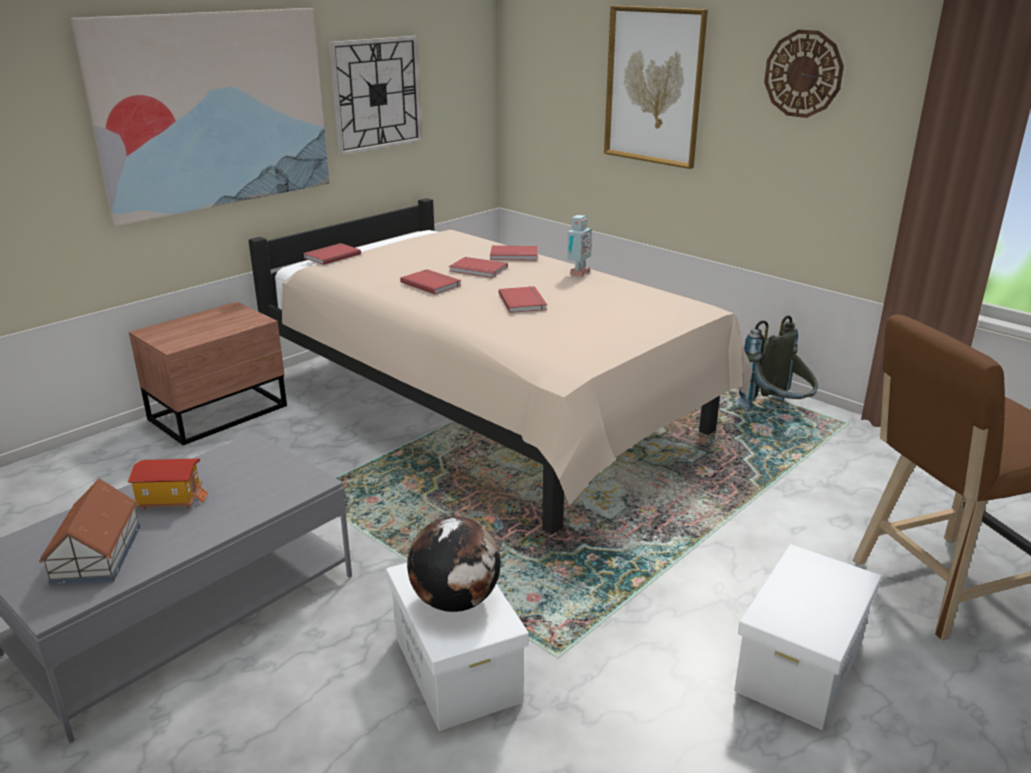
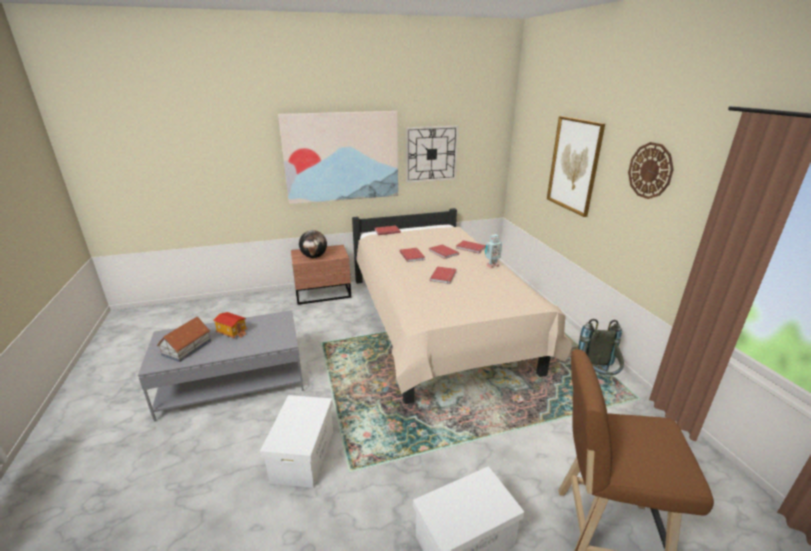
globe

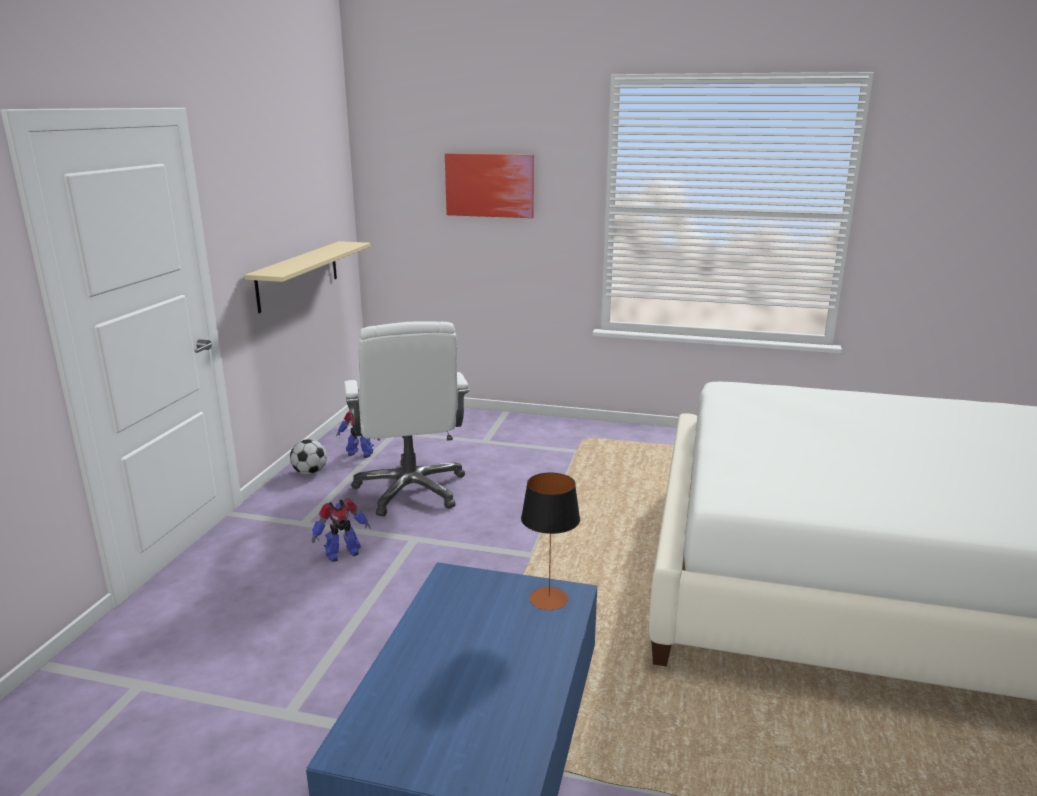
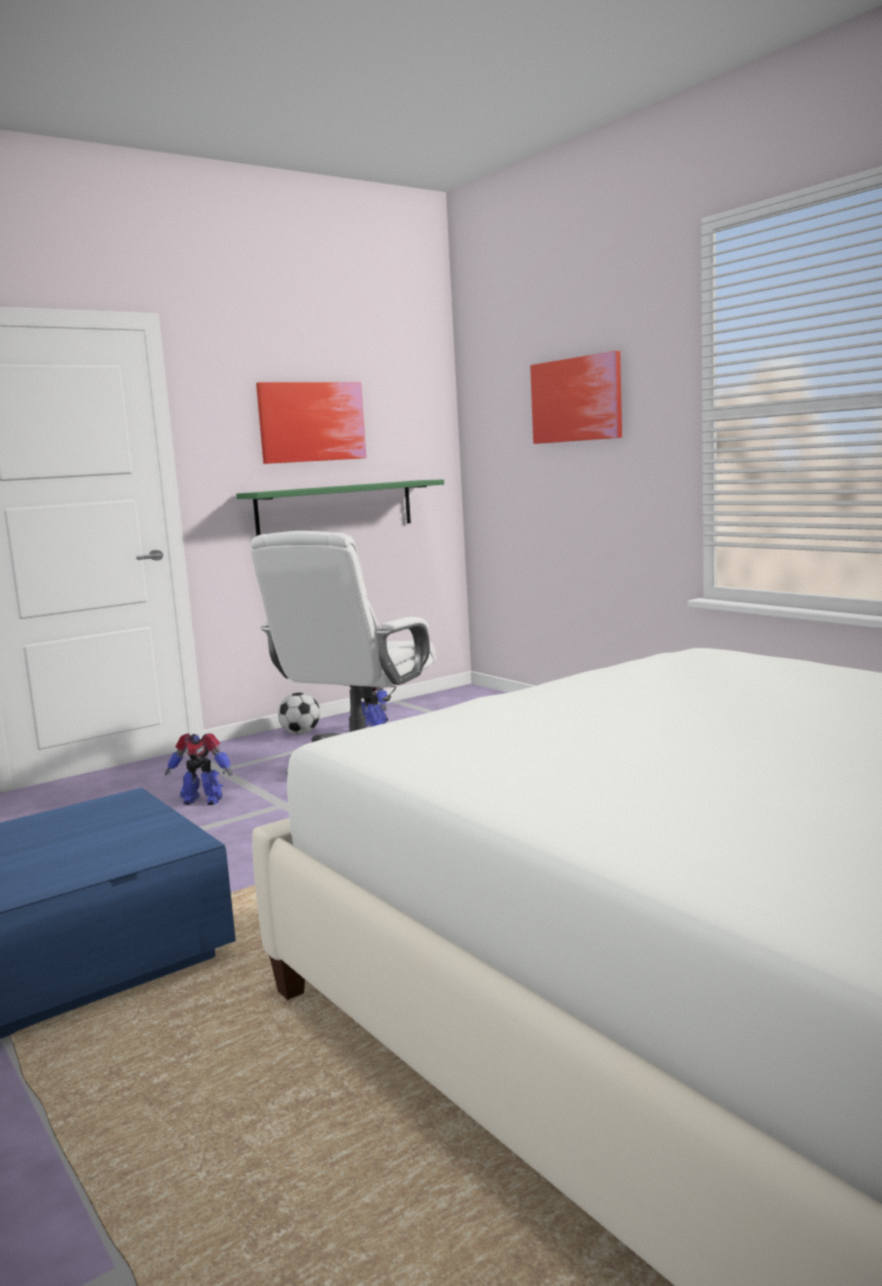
étagère (vert)
tableau (1st from left)
lampe de table

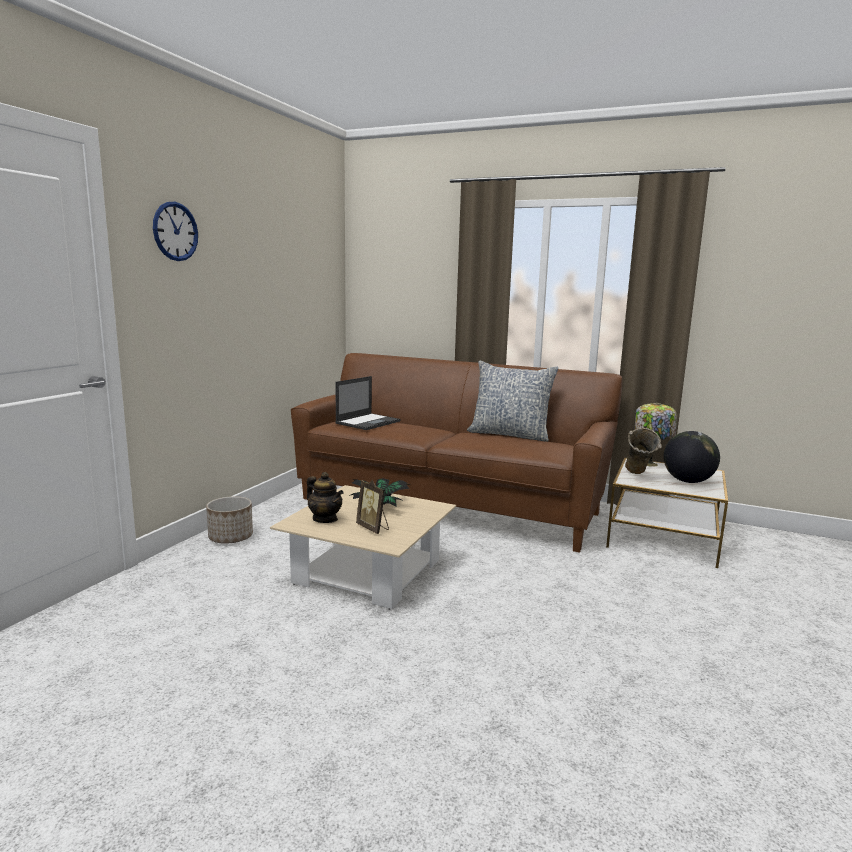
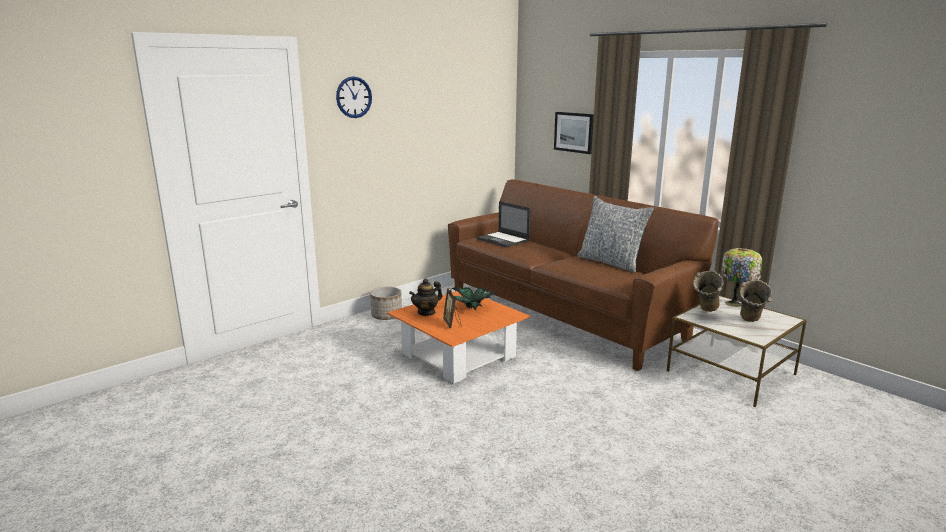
table basse (orange)
théière
ordinateur portable
tableau
vase (beige) (2nd from left)

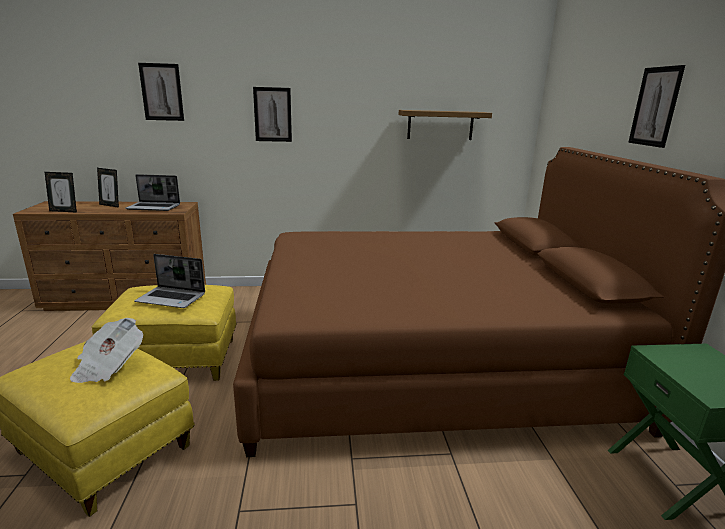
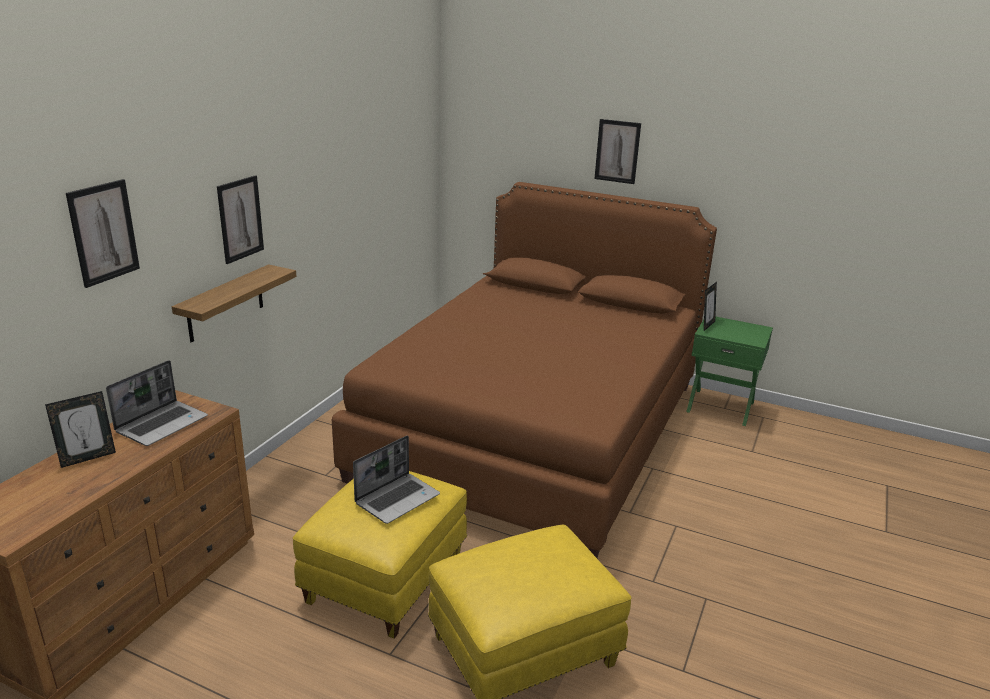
étagère
cadre photo (2nd from left)
journal

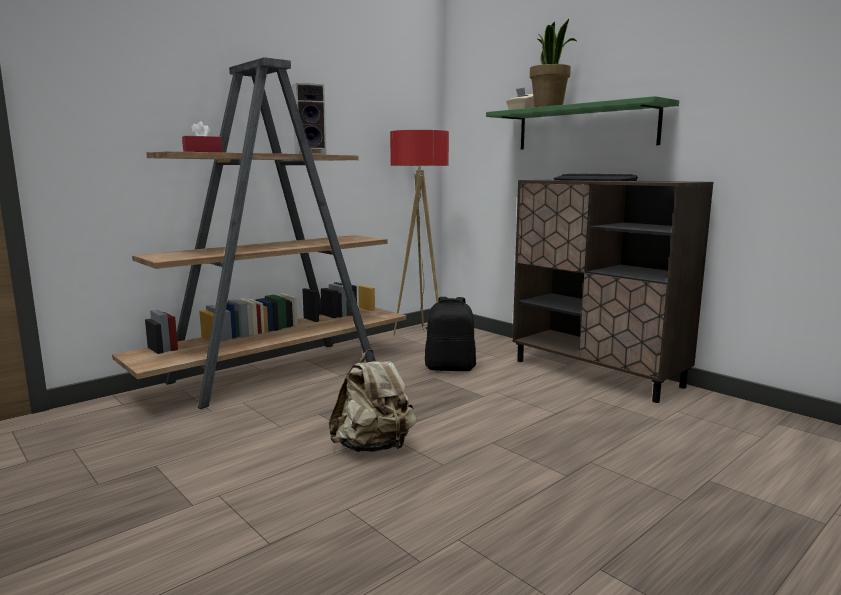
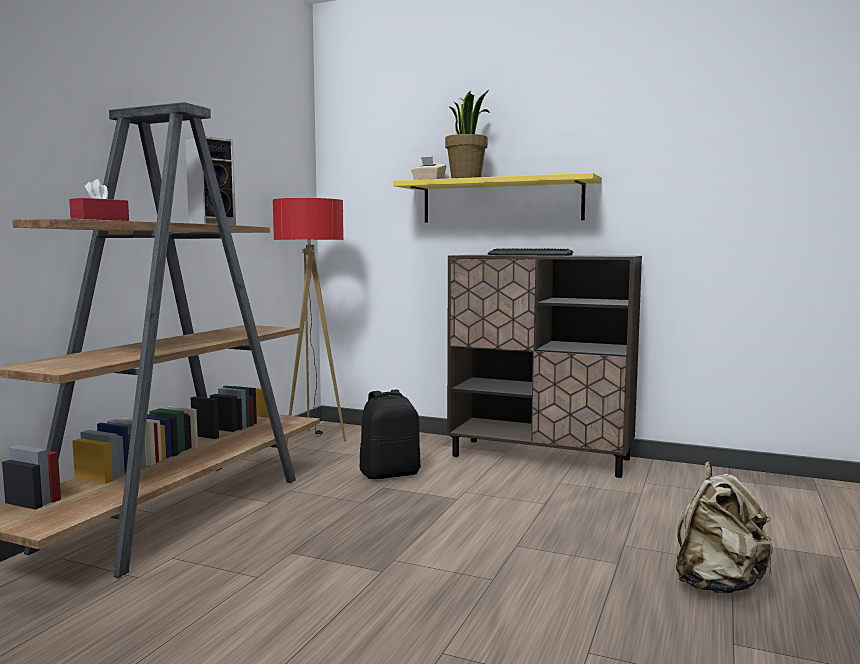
étagère (jaune)
sac à dos (beige)

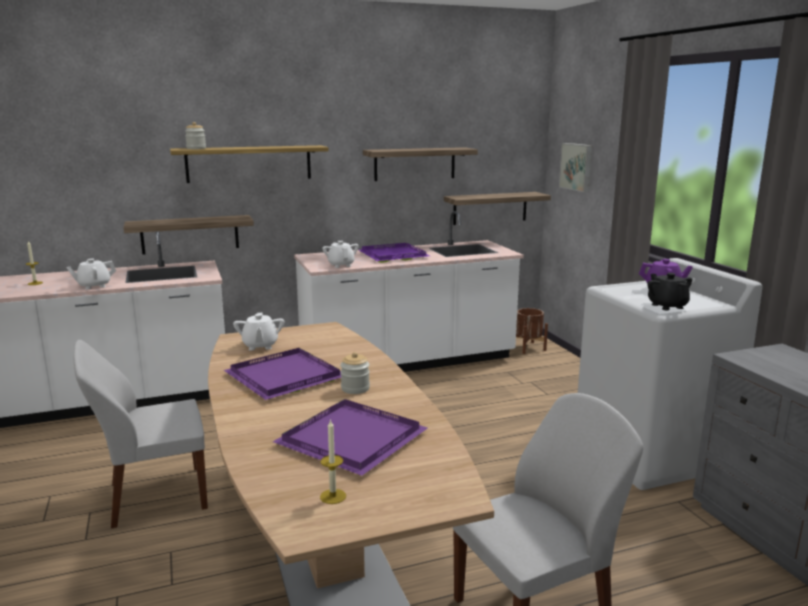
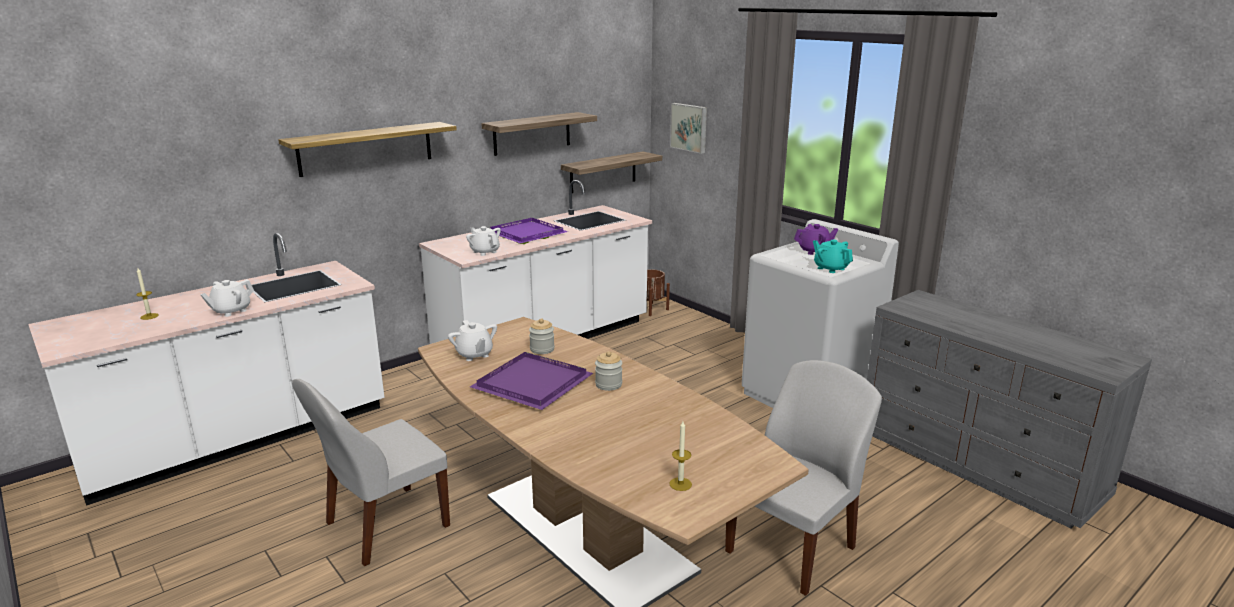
bocal (1st from left)
théière (turquoise)
étagère (1st from left in the first image)
plateau (violet) (2nd from left in the first image)

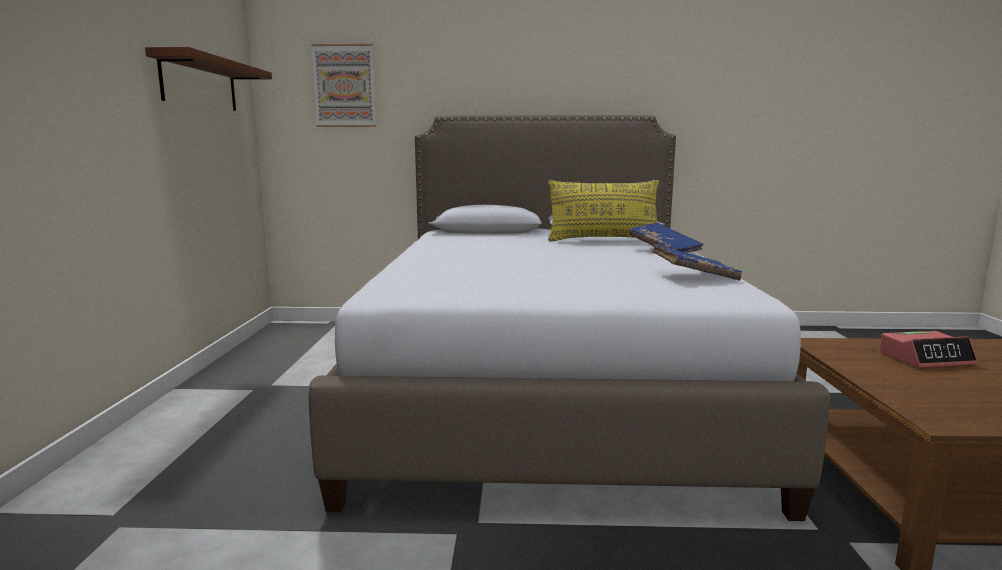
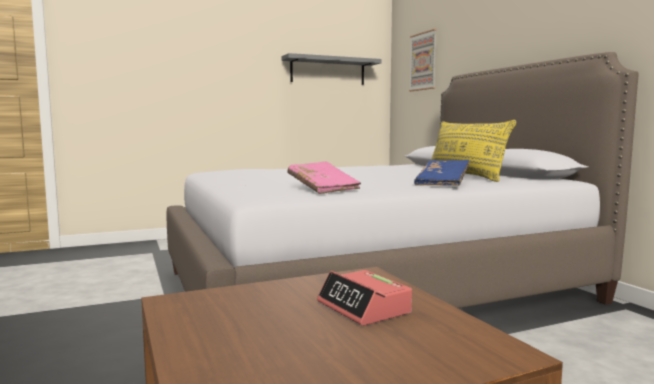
étagère (gris)
livre (rose)

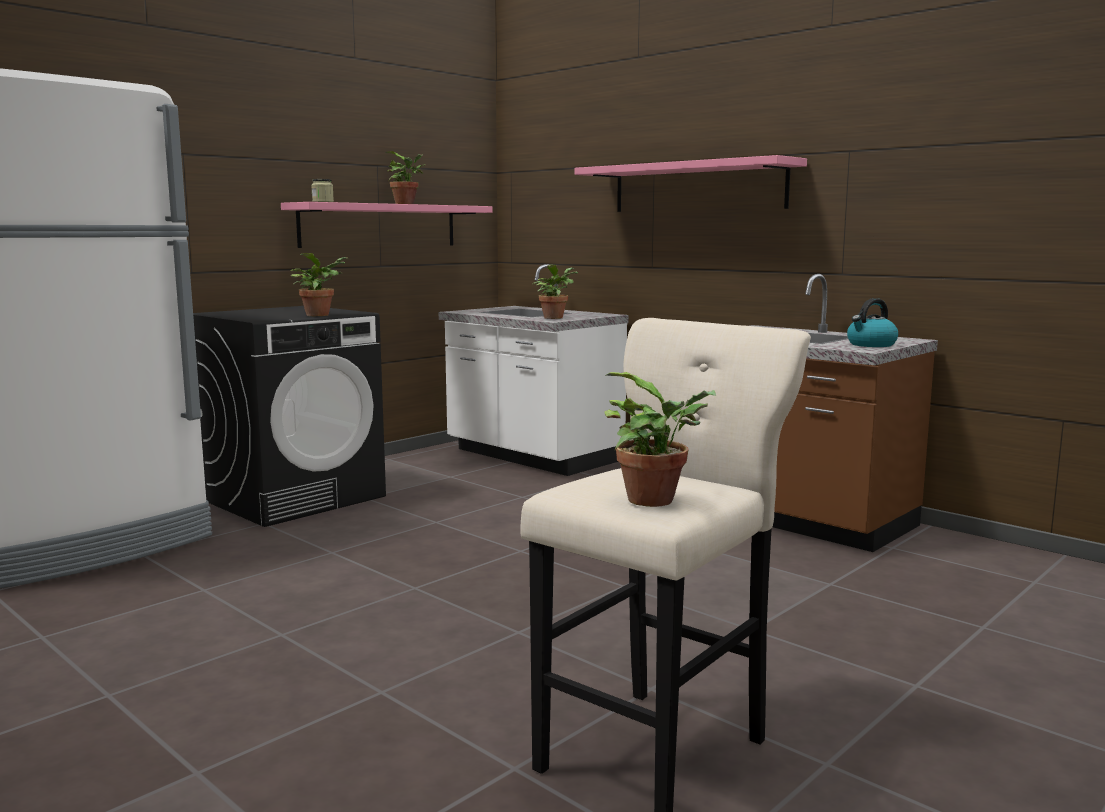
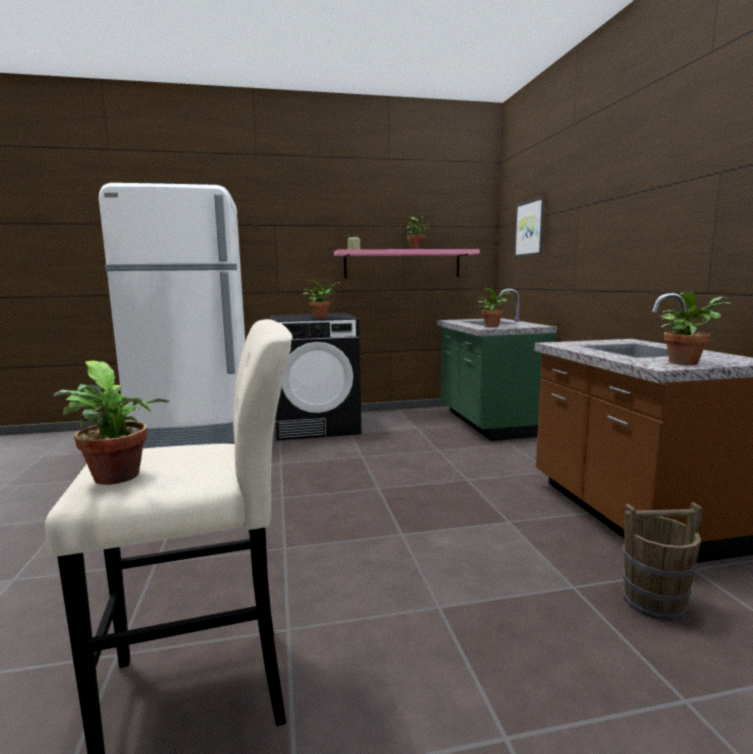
comptoir de cuisine (vert)
tableau
seau (marron)
plante en pot (5th from left)
étagère (rose) (2nd from left in the first image)

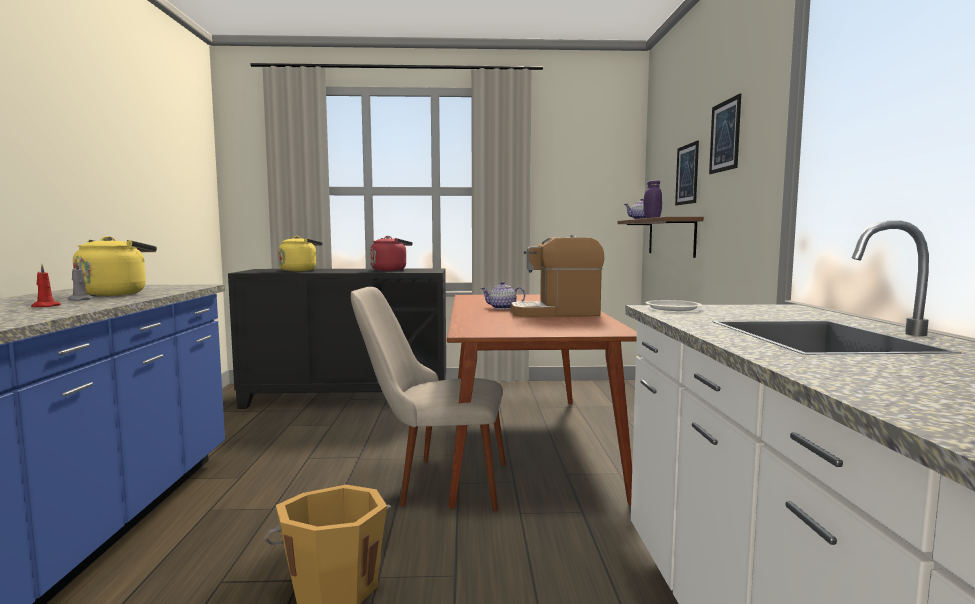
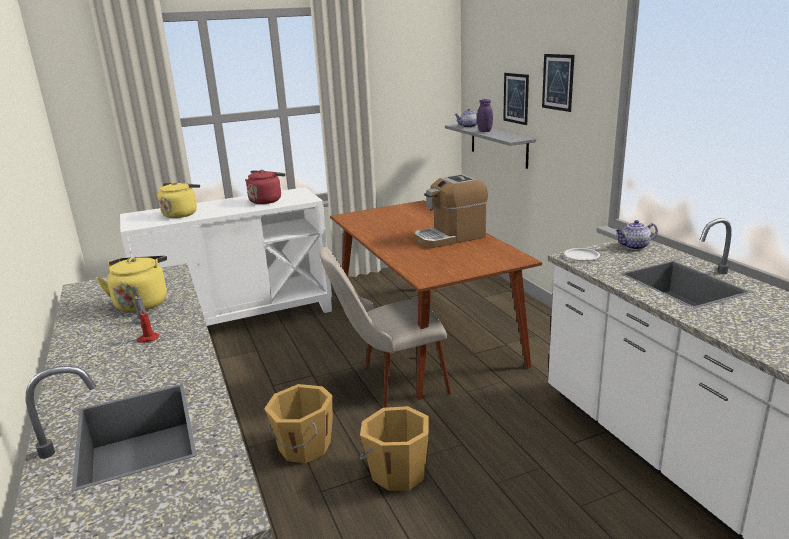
meuble de rangement (blanc)
seau (orange) (1st from left)
étagère (gris)
théière (2nd from left)

